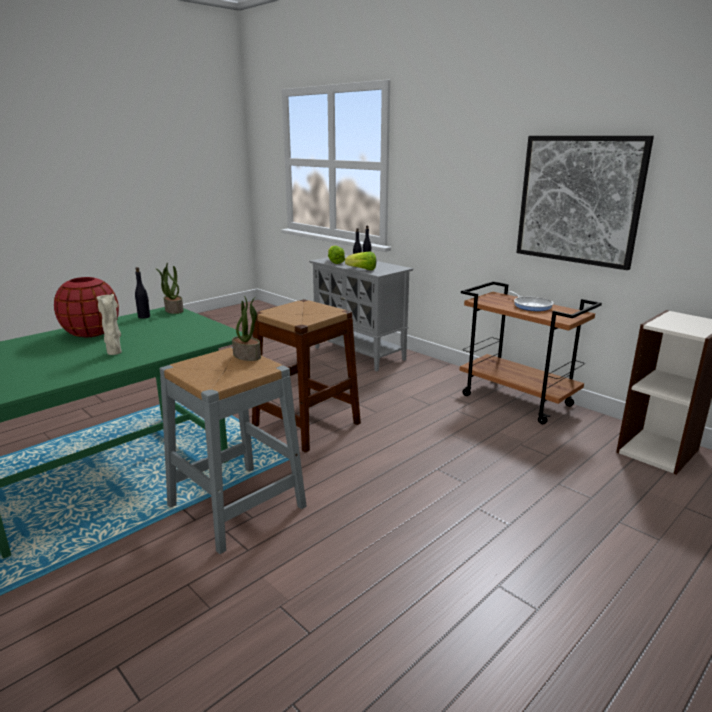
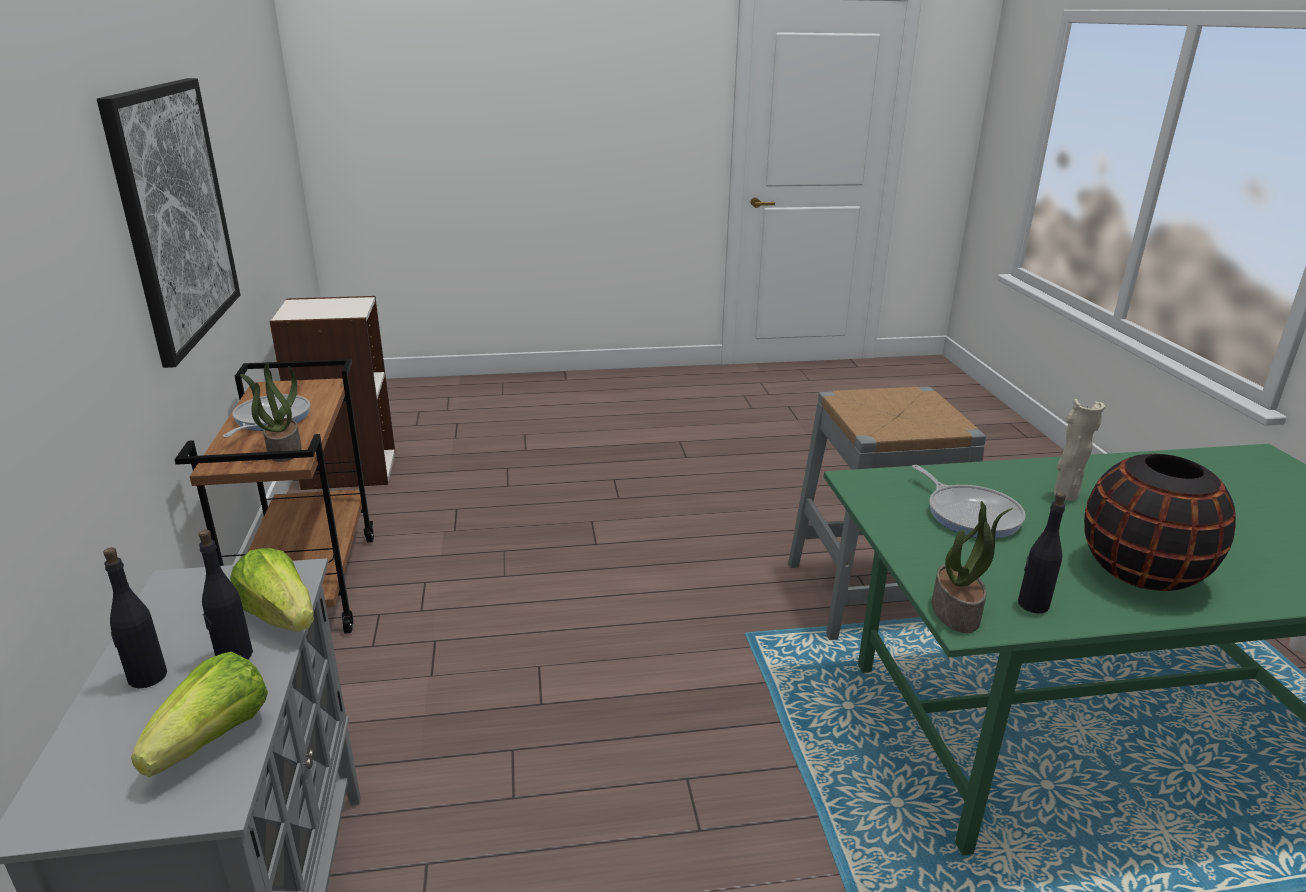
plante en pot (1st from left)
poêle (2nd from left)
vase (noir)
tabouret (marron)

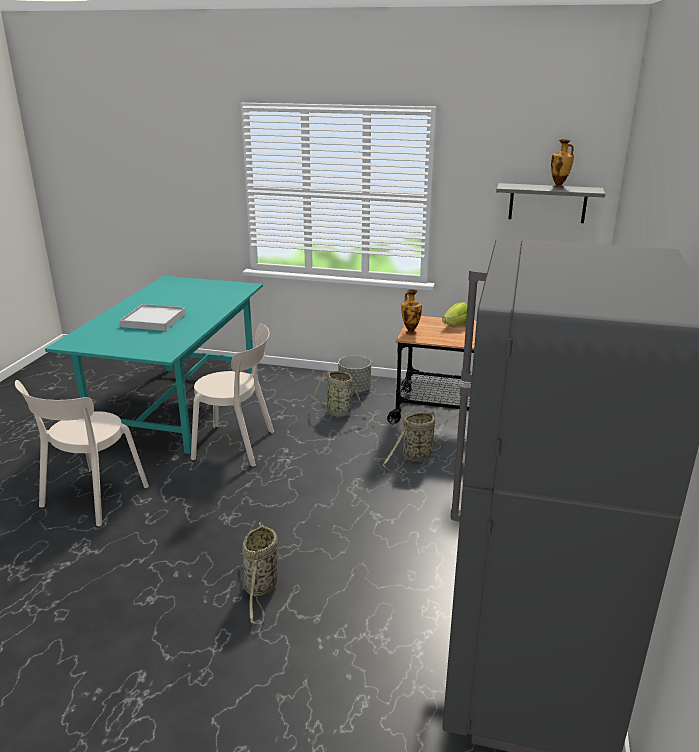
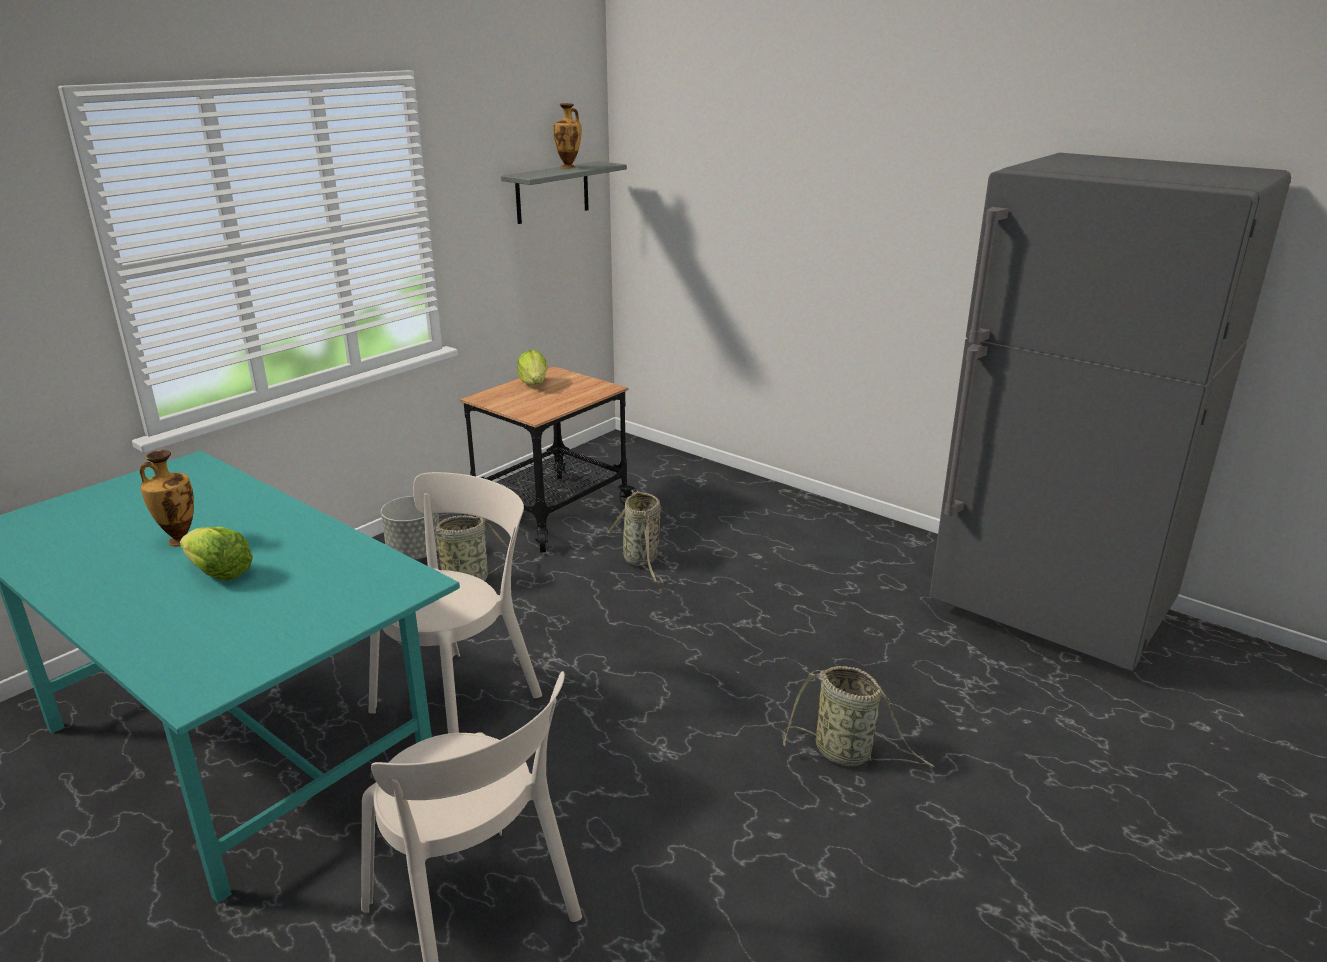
vase (1st from left)
laitue (1st from left)

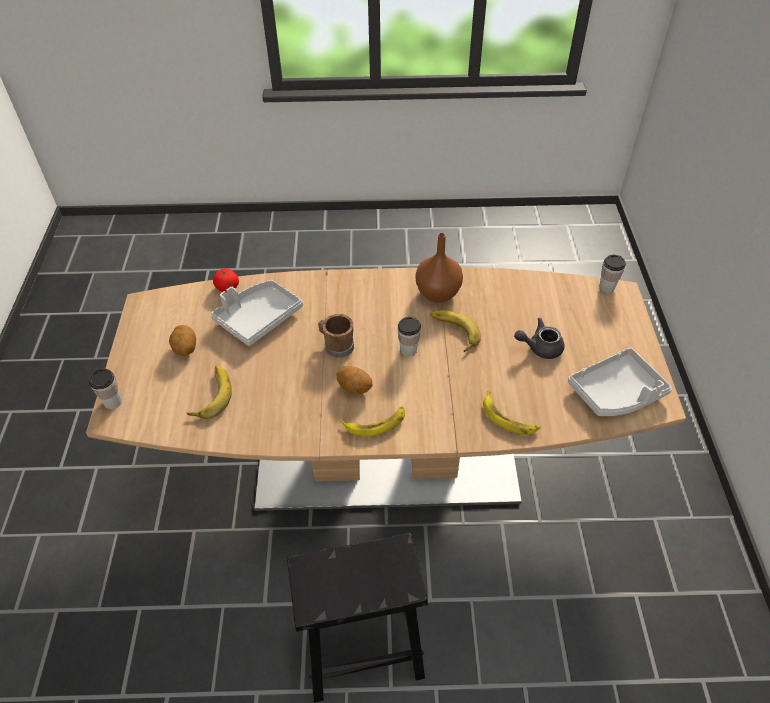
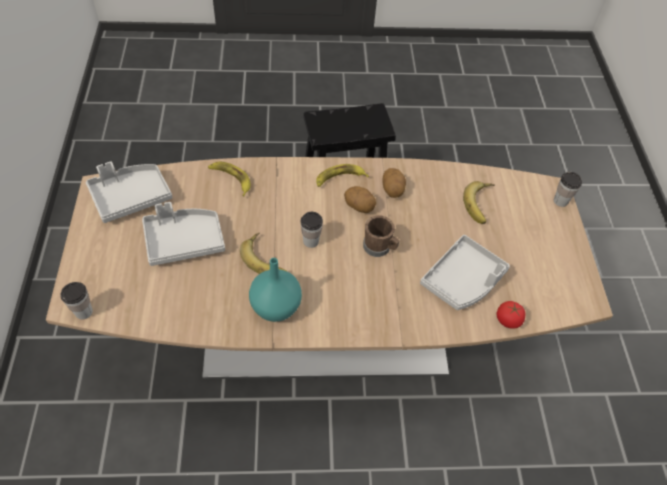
plateau (gris) (2nd from left)
vase (turquoise)
pomme de terre (2nd from left)

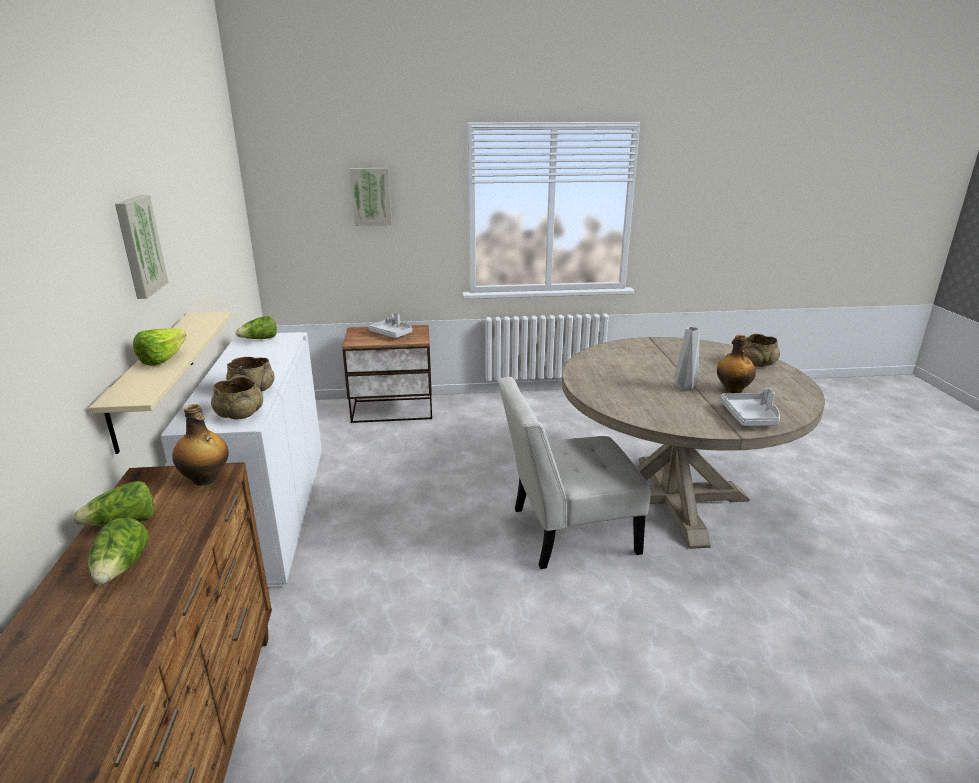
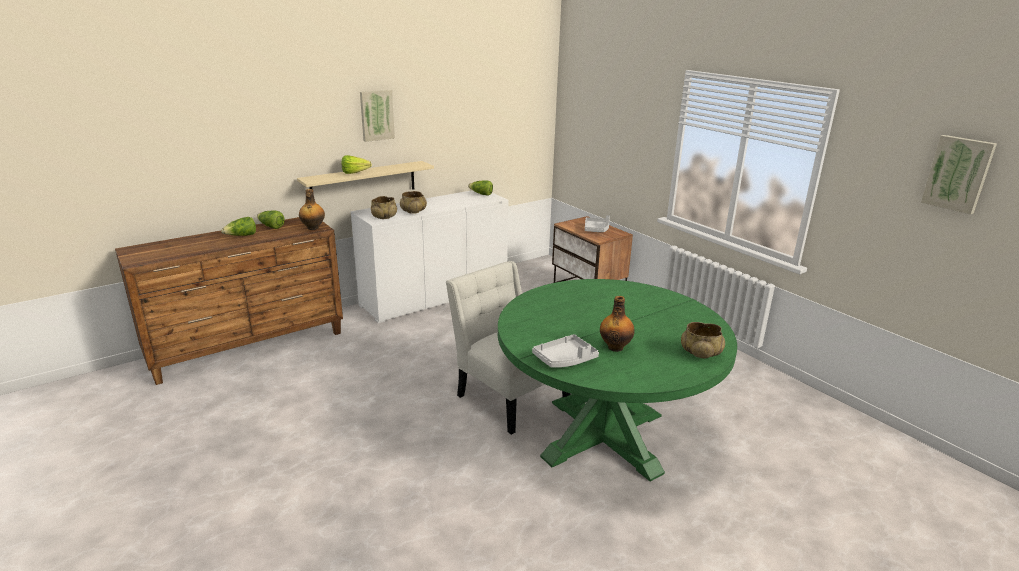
table à manger (vert)
tableau (2nd from left)
vase (gris)

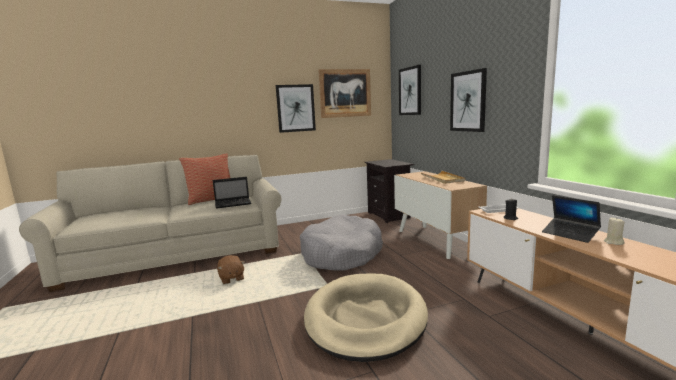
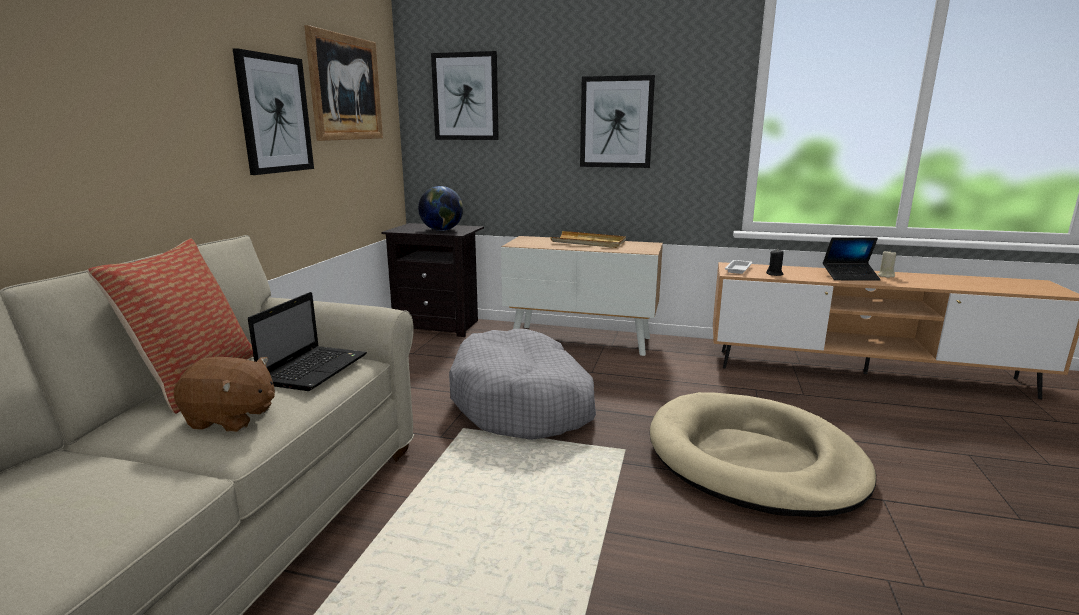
peluche (marron)
globe

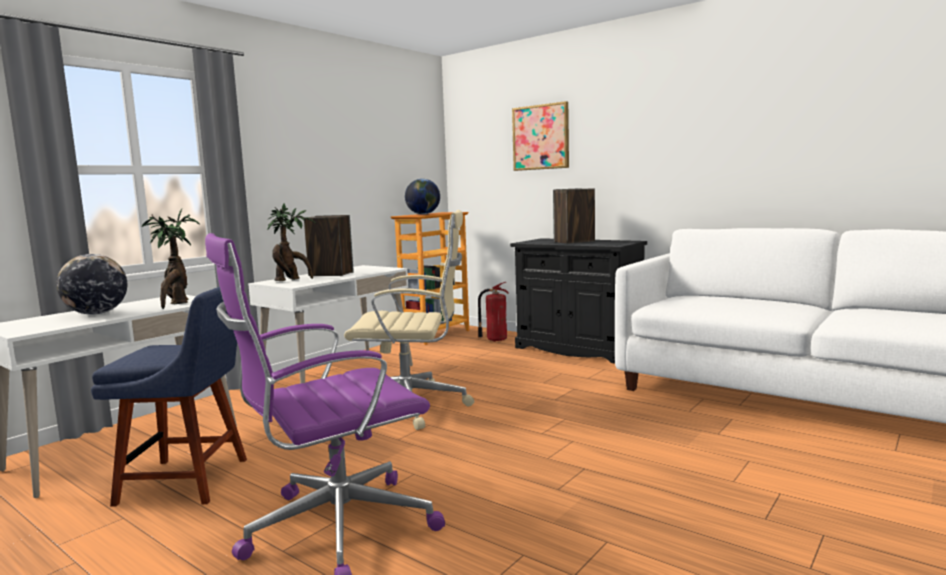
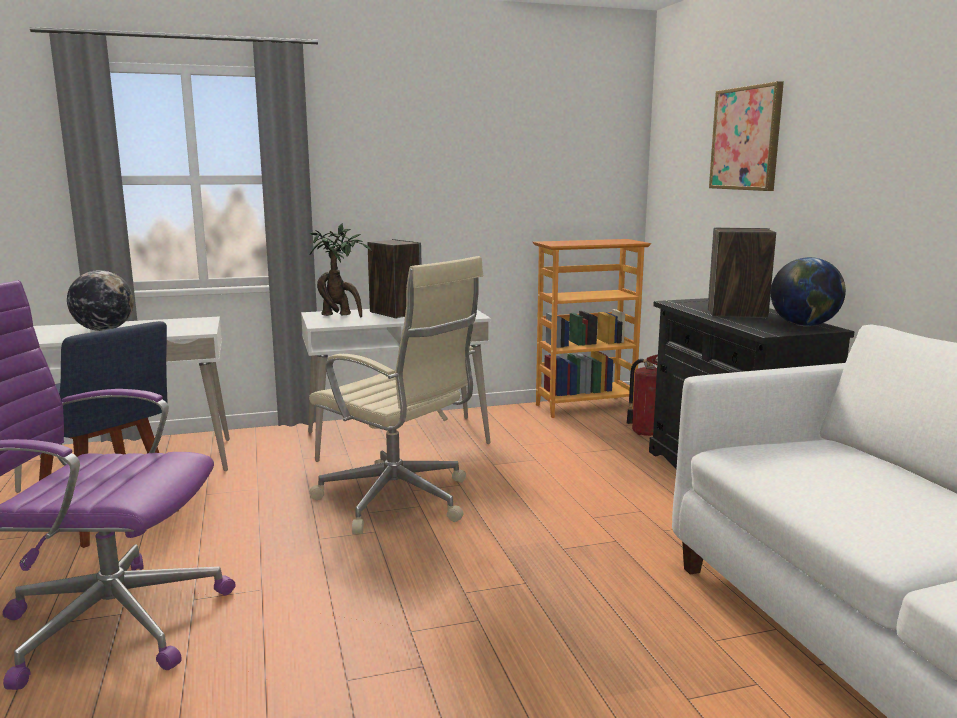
globe (2nd from left)
plante en pot (1st from left in the first image)

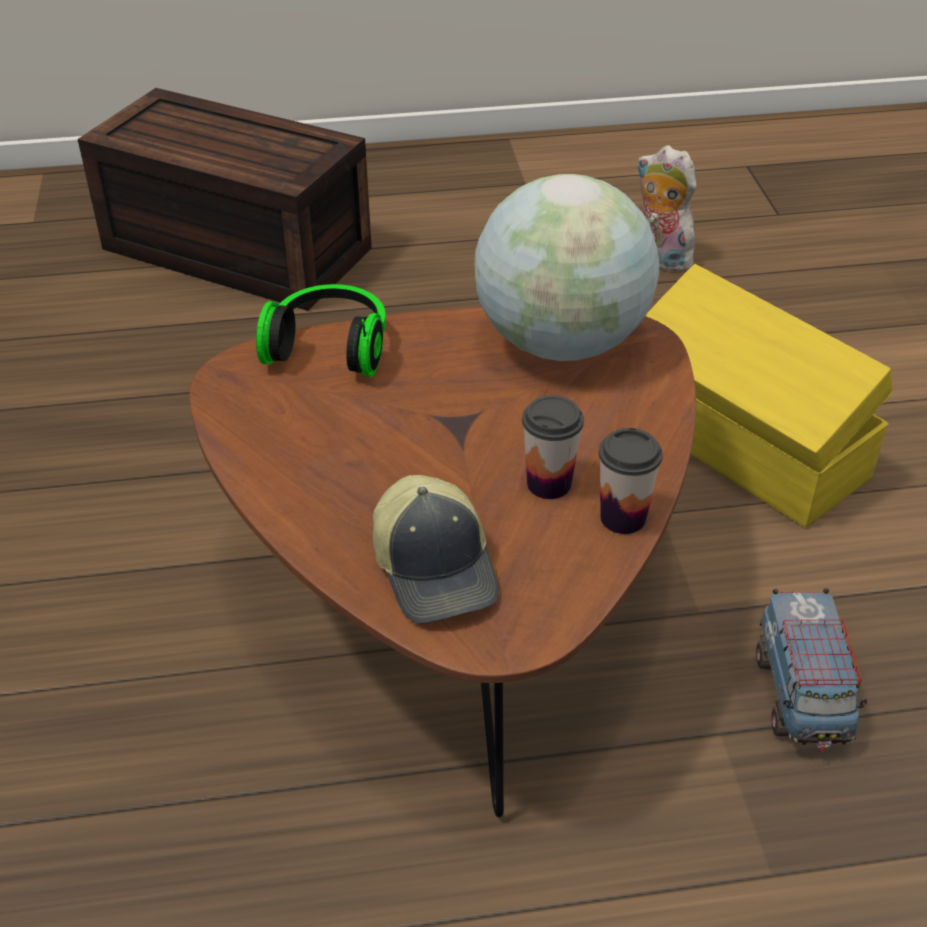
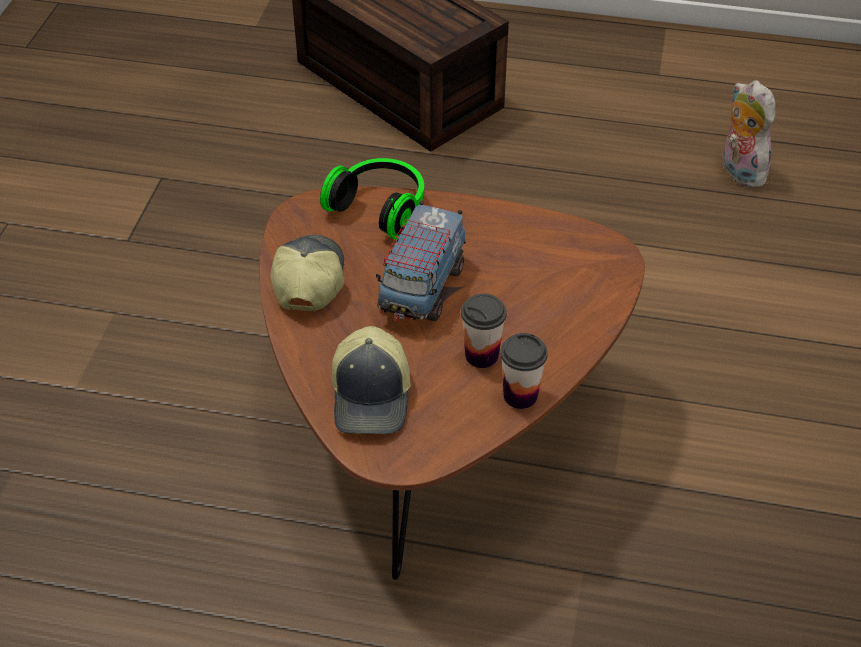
casquette (1st from left)
camion jouet
globe
boîte de rangement (jaune)

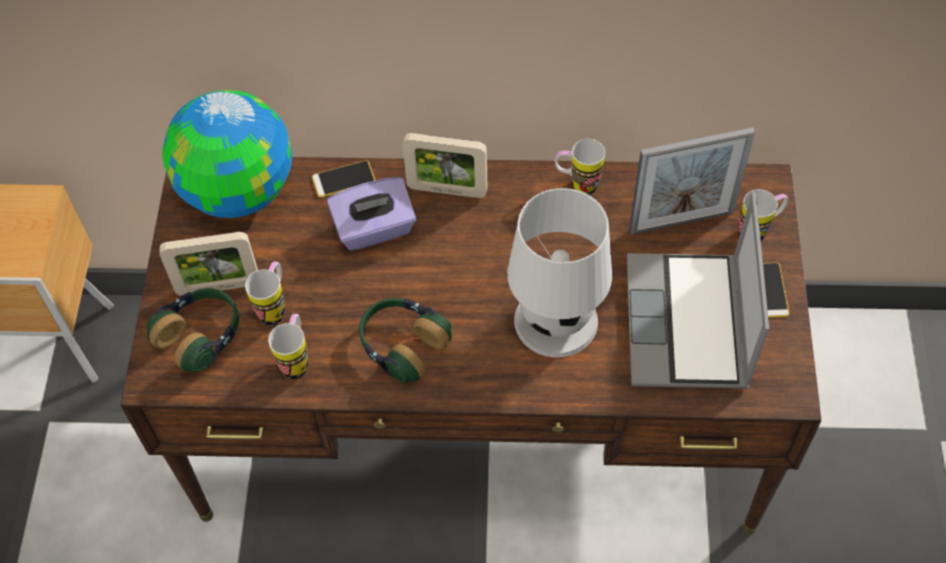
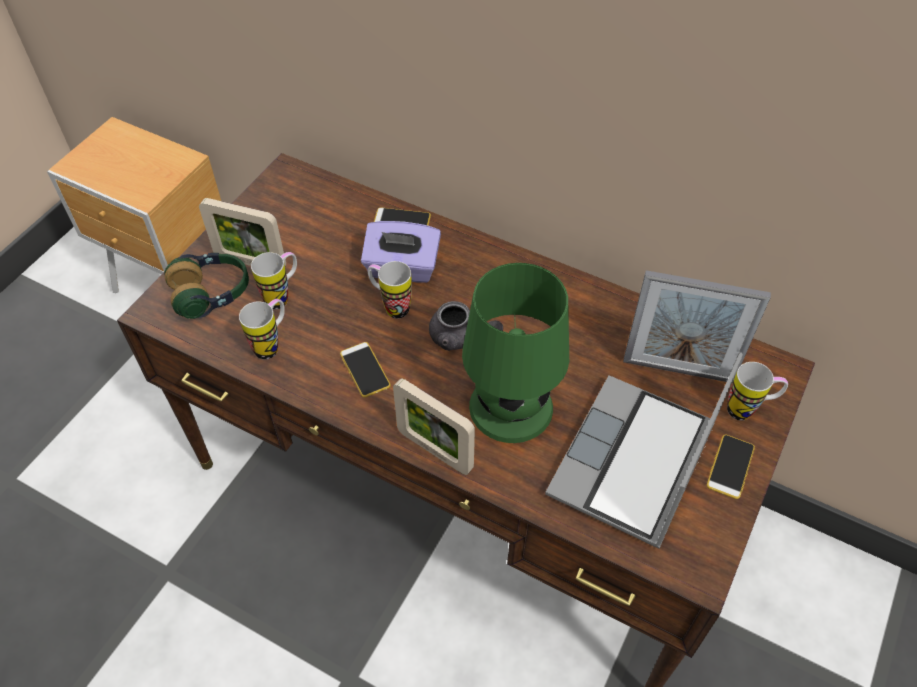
téléphone (1st from left)
mug (3rd from left)
cadre photo (2nd from left)
théière (gris)
lampe de table (vert)
globe

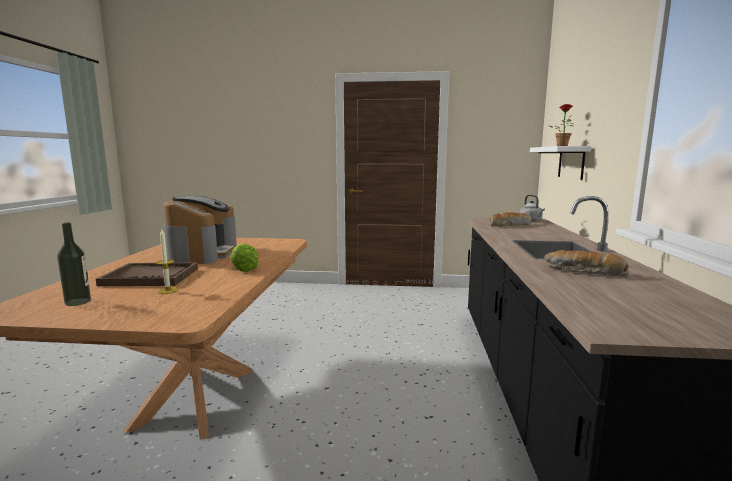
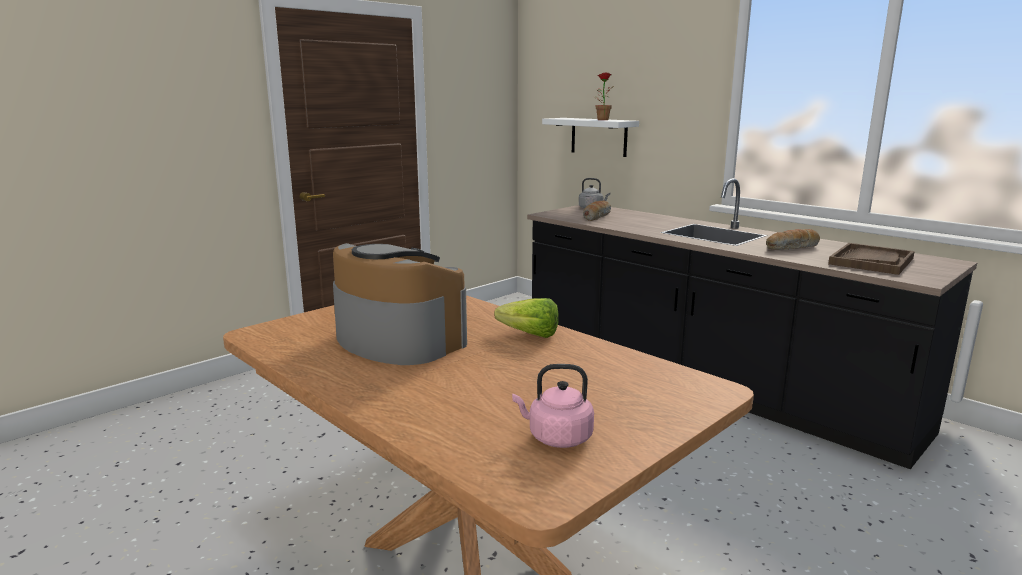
bouilloire (rose)
plateau (marron)
bougie

